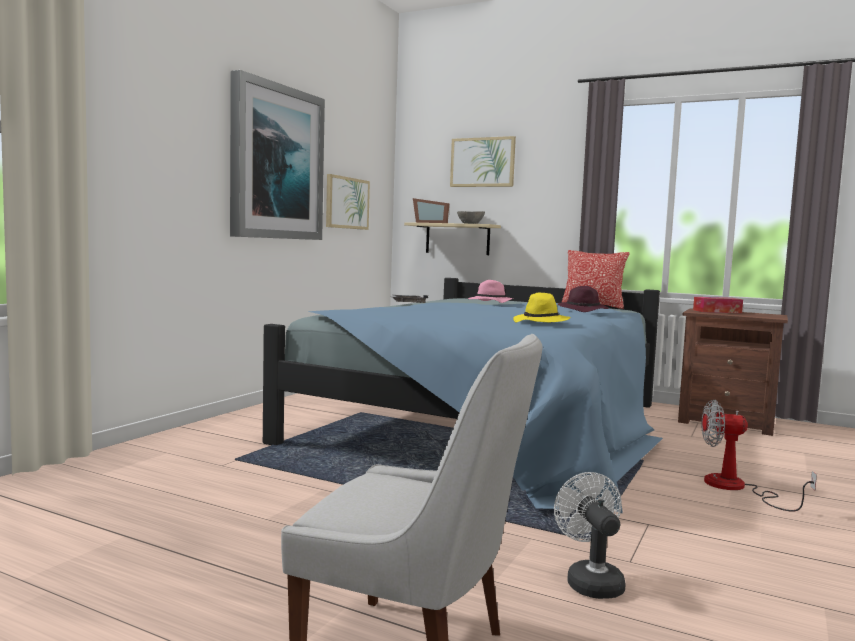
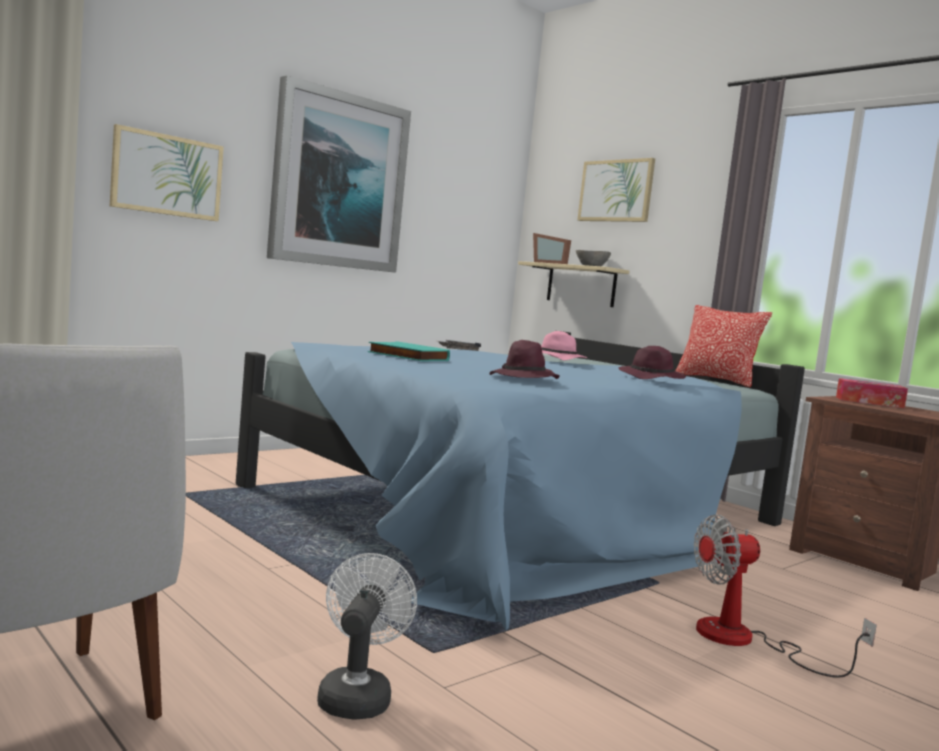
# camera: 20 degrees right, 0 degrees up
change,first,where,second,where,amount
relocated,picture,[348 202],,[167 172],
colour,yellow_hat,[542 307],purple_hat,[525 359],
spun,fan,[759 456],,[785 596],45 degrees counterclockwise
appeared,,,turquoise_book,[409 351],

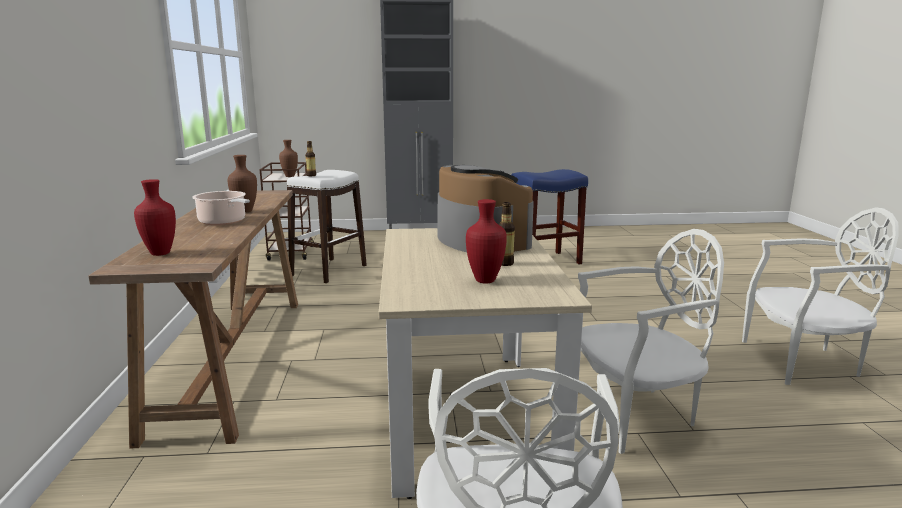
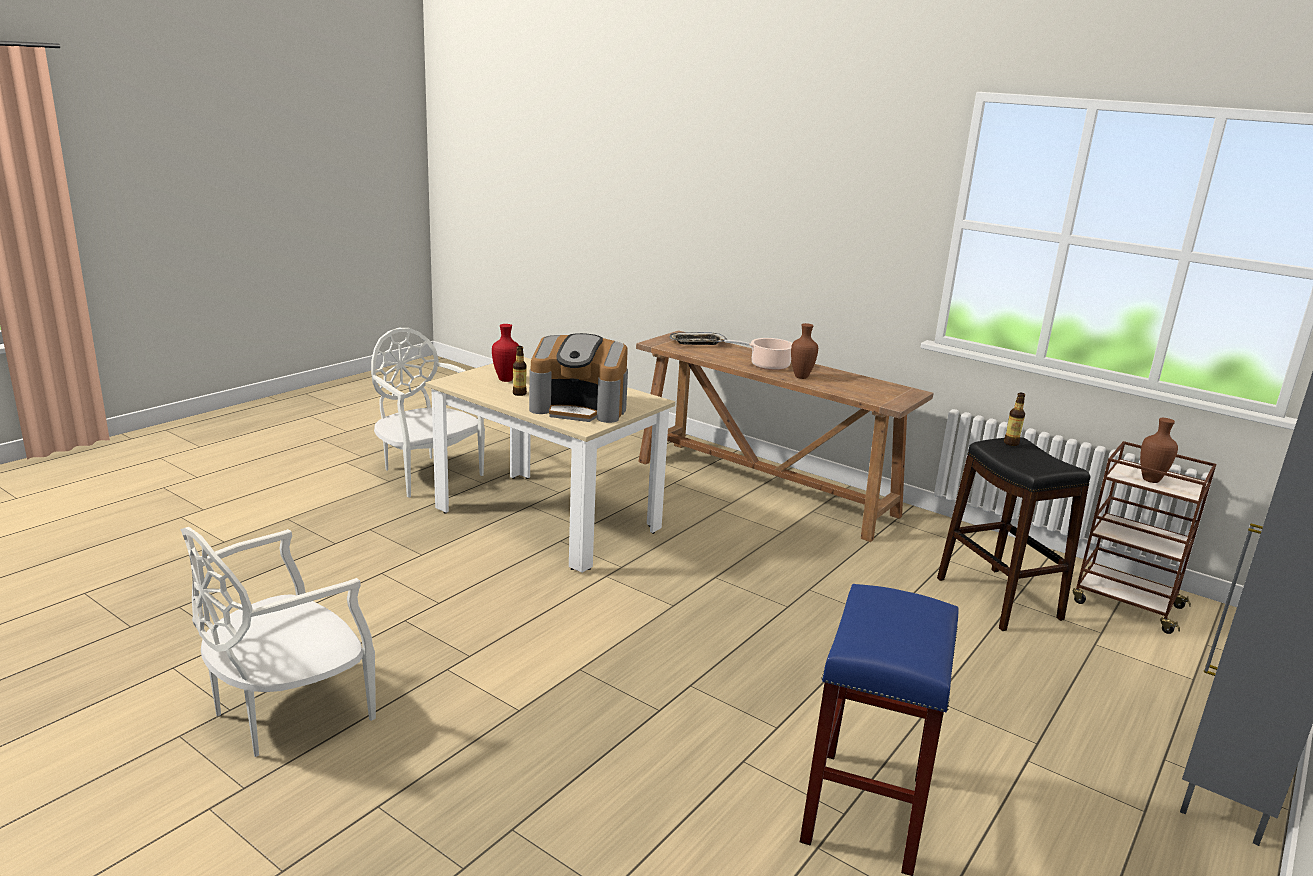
# camera: 130 degrees right, 5 degrees up
change,first,where,second,where,amount
exchanged,red_vase,[155 217],tray,[698 338],
colour,white_stool,[327 226],black_stool,[1013 534],
missing,white_chair,[651 341],,,

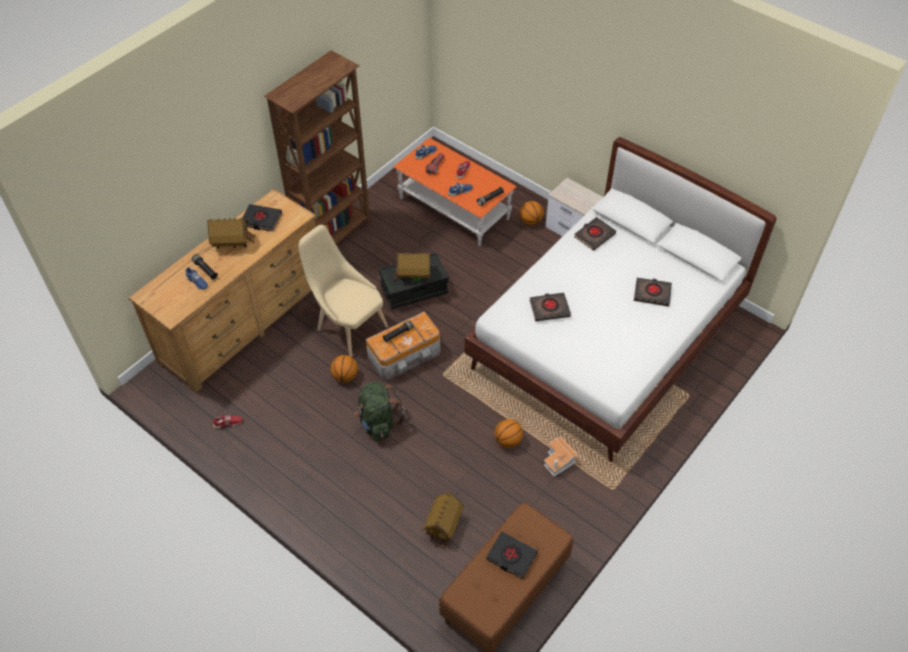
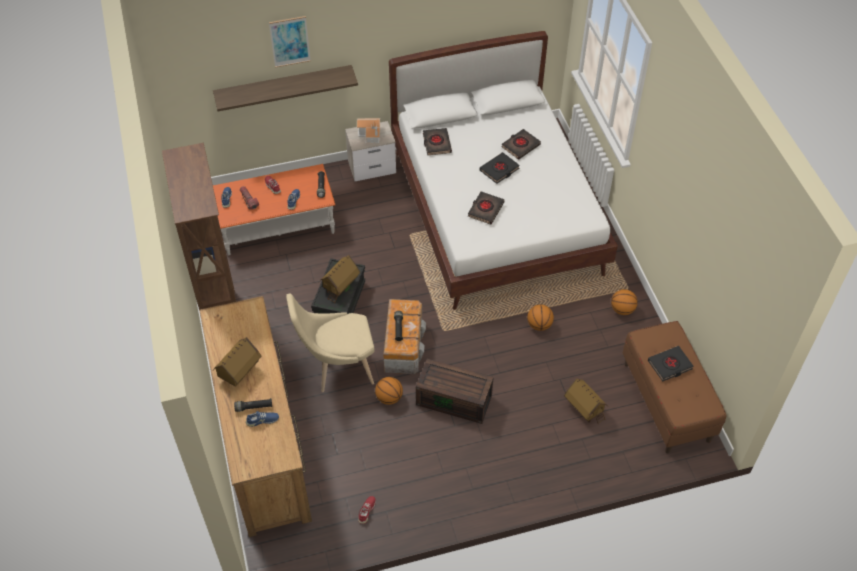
# camera: 55 degrees left, 0 degrees up
change,first,where,second,where,amount
relocated,black_book,[262 217],,[500 168],
exchanged,green_backpack,[379 411],brown_storage_box,[455 391],
relocated,basketball,[532 213],,[624 302],
relocated,toy_house,[561 456],,[368 131],
appeared,,,shelf,[285 88],
appeared,,,picture,[290 42],

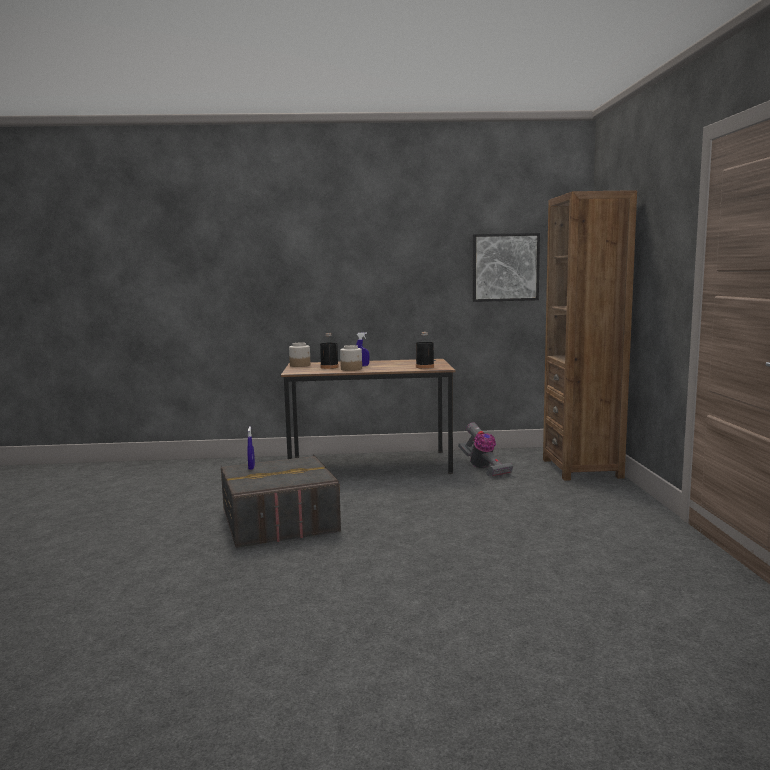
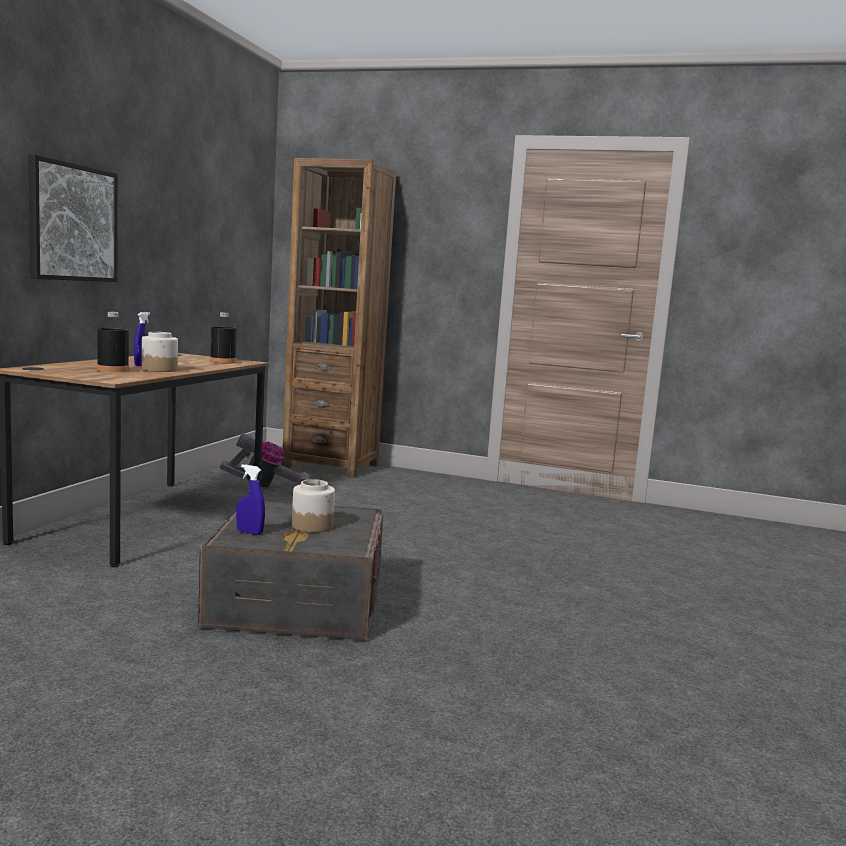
# camera: 70 degrees left, 0 degrees up
change,first,where,second,where,amount
relocated,jar,[300 355],,[313 506],
relocated,picture,[506 267],,[73 218],

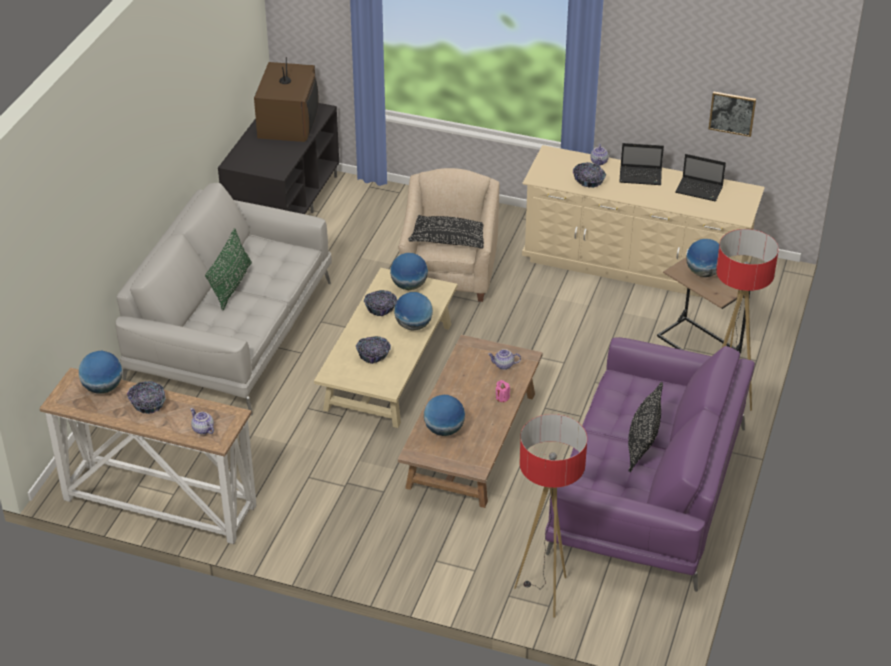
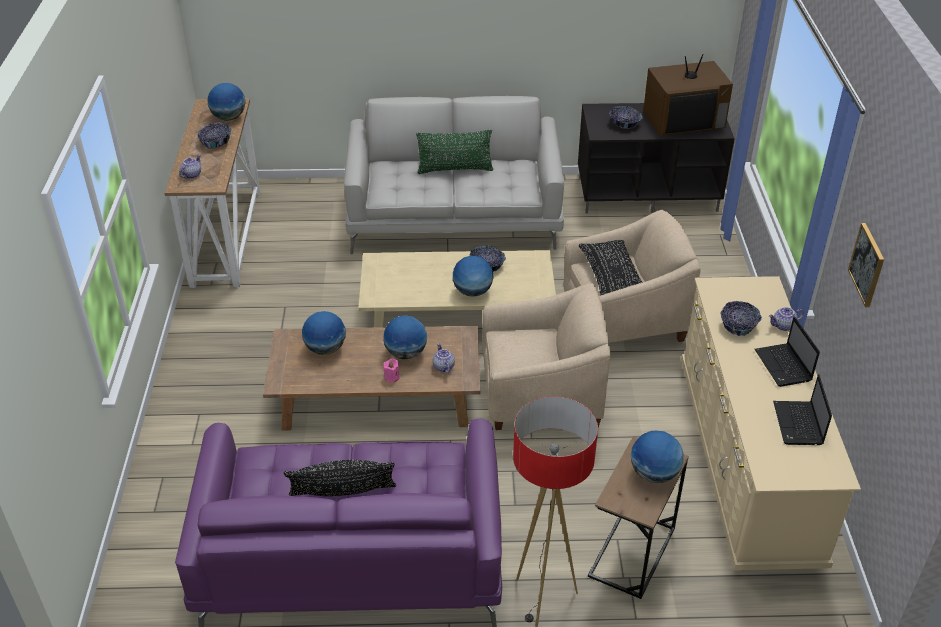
# camera: 70 degrees right, 0 degrees up
change,first,where,second,where,amount
relocated,bowl,[373 350],,[626 117],
relocated,globe,[409 271],,[405 337],
missing,floor_lamp,[550 516],,,
relocated,picture,[732 114],,[866 265],
appeared,,,beige_armchair,[546 356],

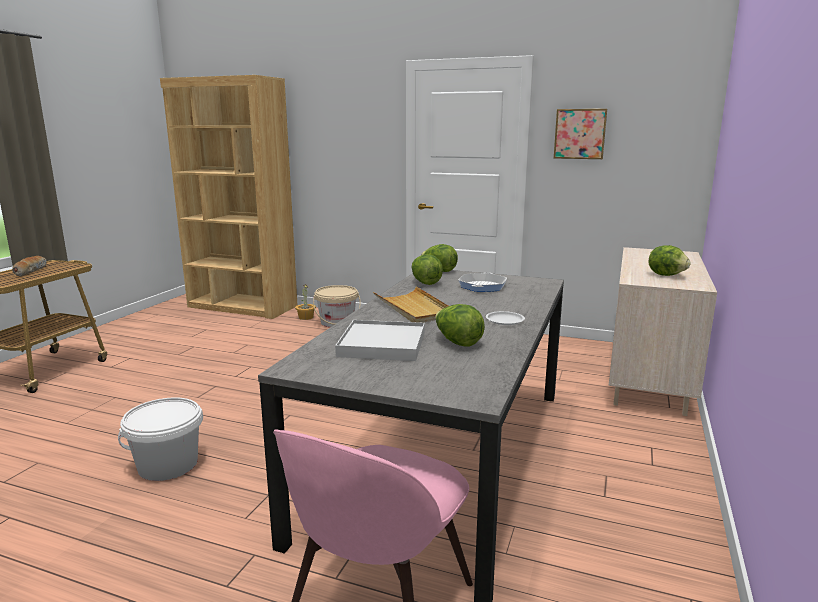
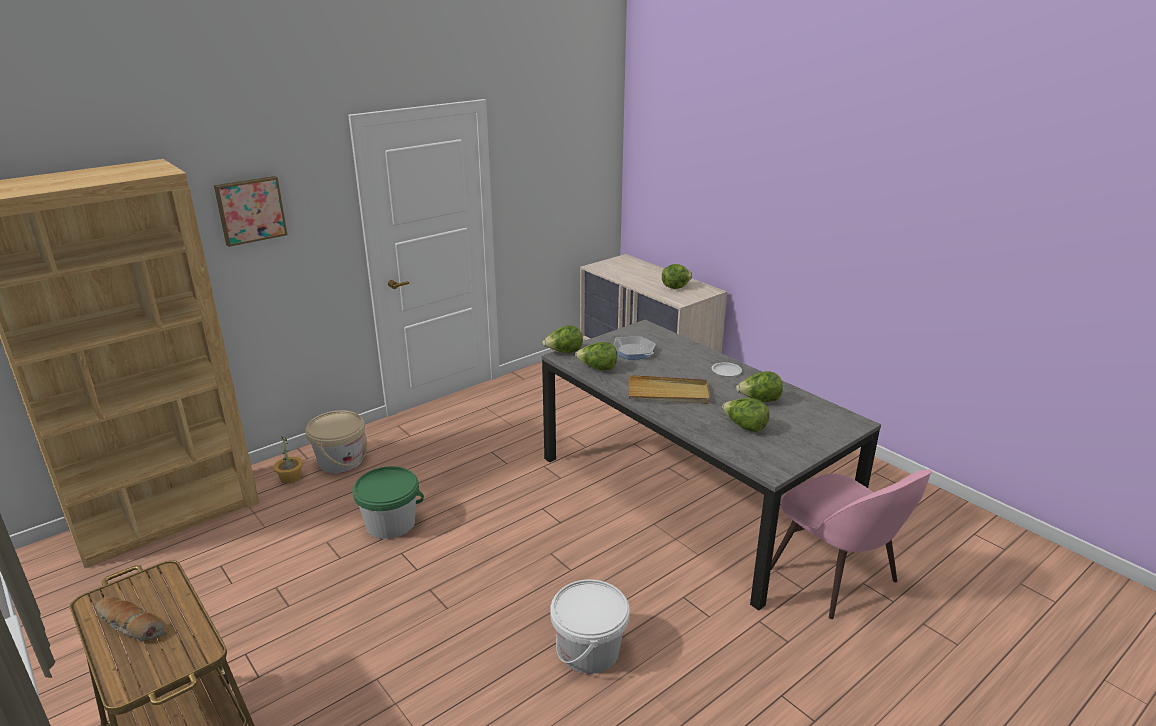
# camera: 60 degrees left, 10 degrees up
change,first,where,second,where,amount
exchanged,white_tray,[380 340],lettuce,[745 415],
relocated,picture,[580 134],,[250 211],
appeared,,,green_bucket,[388 502],

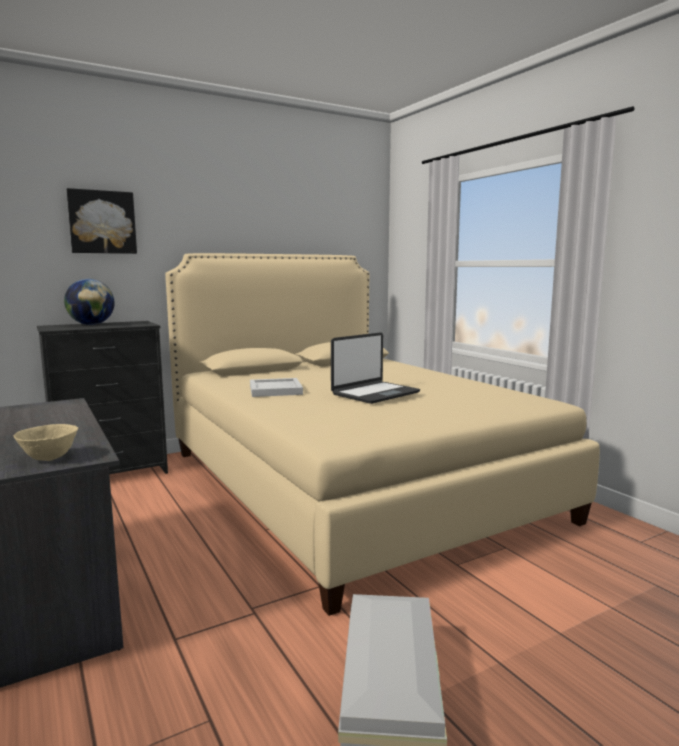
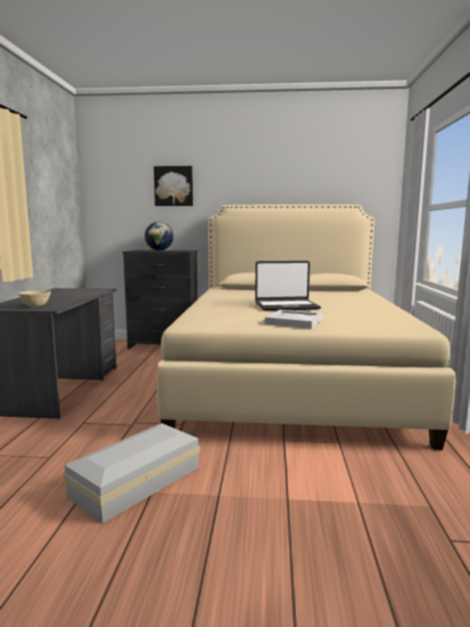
# camera: 35 degrees right, 0 degrees up
change,first,where,second,where,amount
relocated,white_tray,[276 387],,[294 319],

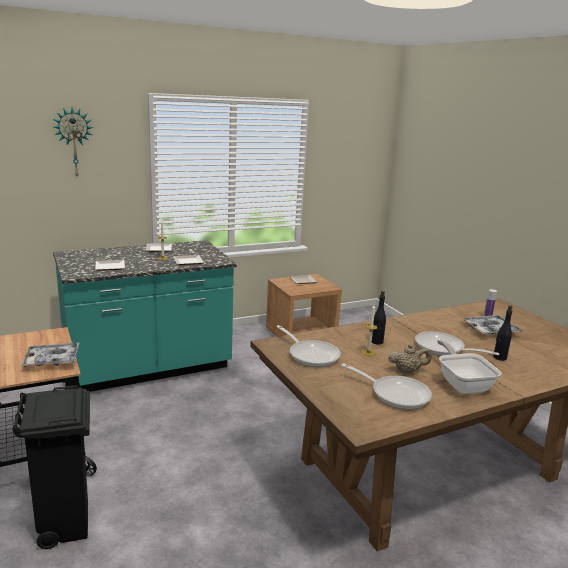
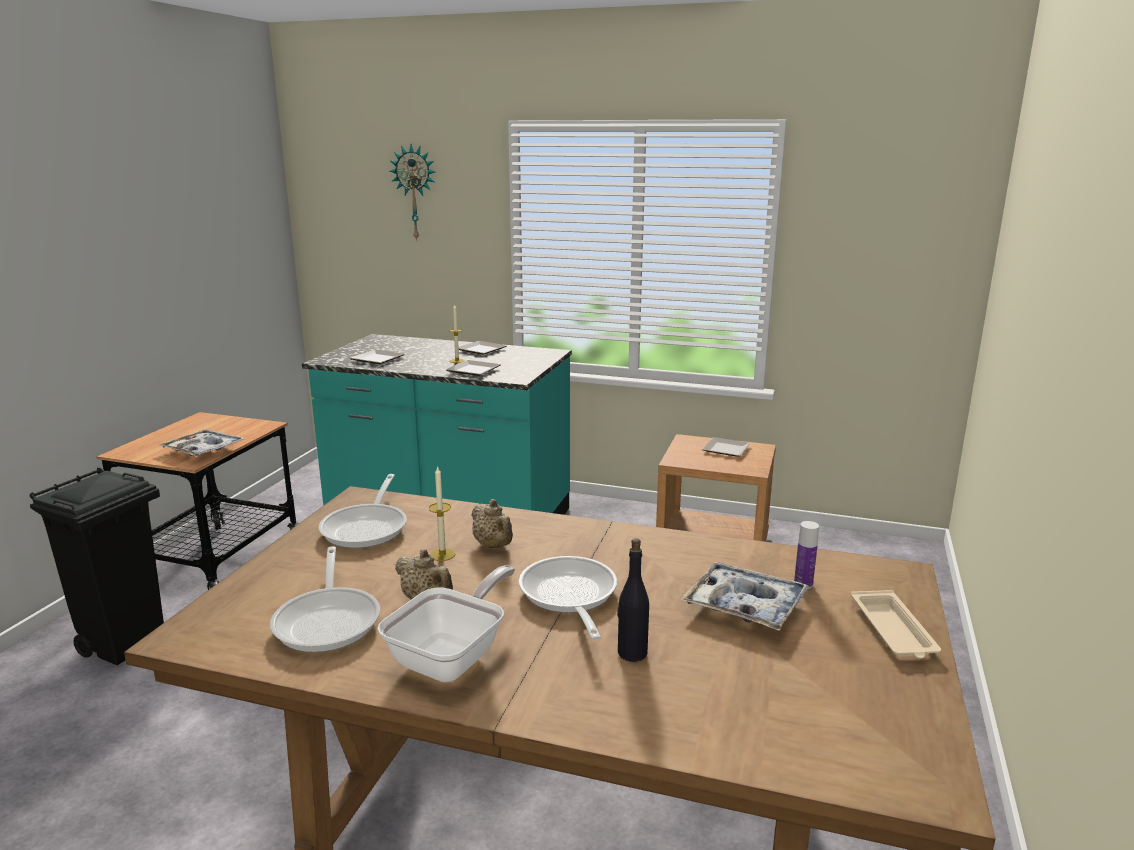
# camera: 45 degrees right, 0 degrees up
change,first,where,second,where,amount
exchanged,black_bottle,[379 317],beige_teapot,[492 523],
appeared,,,beige_tray,[896 624],

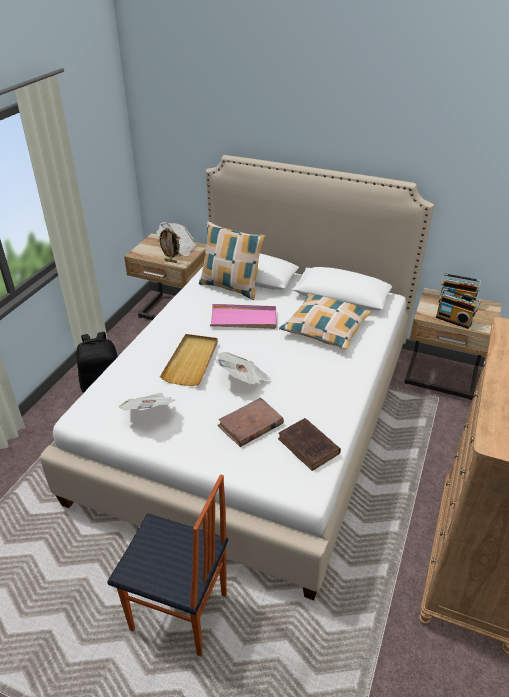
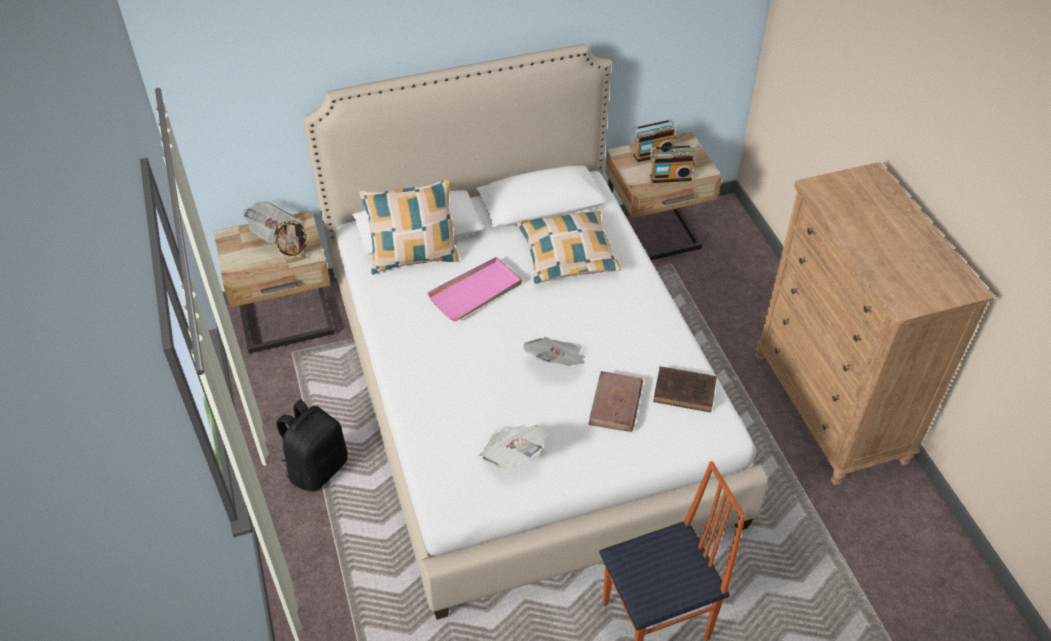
# camera: 40 degrees left, 10 degrees up
change,first,where,second,where,amount
missing,beige_tray,[189 360],,,

